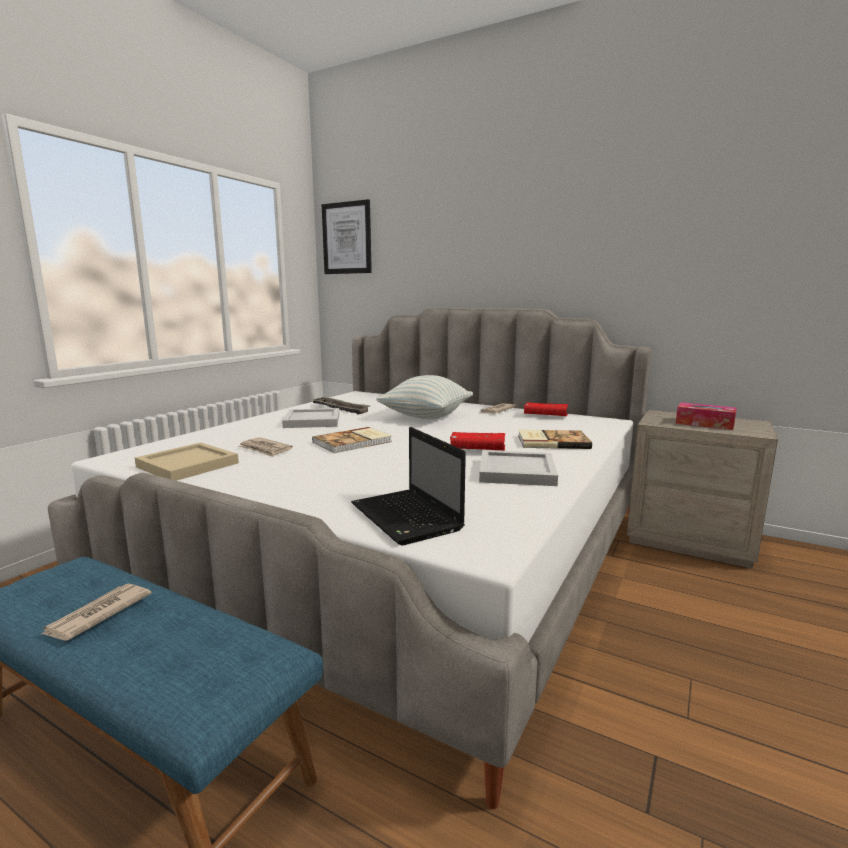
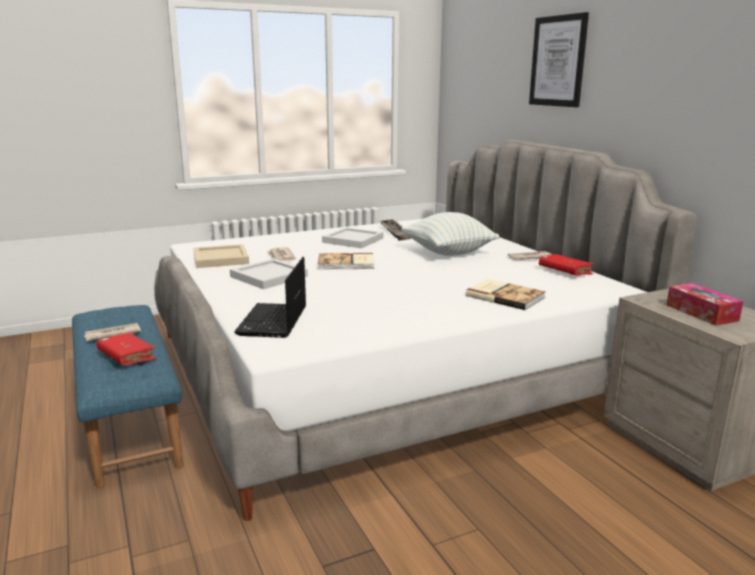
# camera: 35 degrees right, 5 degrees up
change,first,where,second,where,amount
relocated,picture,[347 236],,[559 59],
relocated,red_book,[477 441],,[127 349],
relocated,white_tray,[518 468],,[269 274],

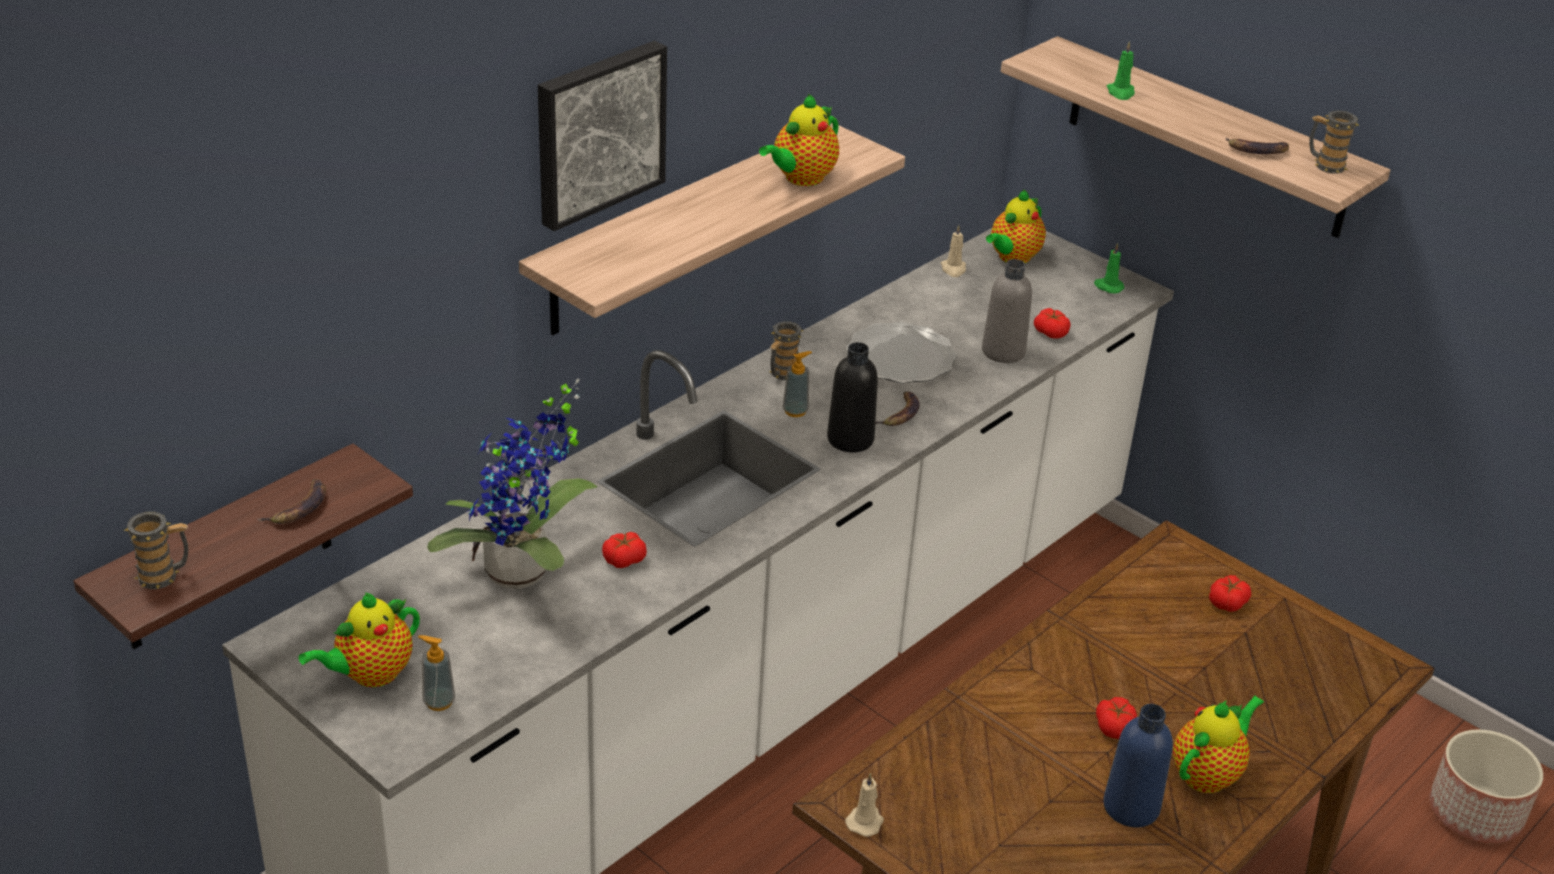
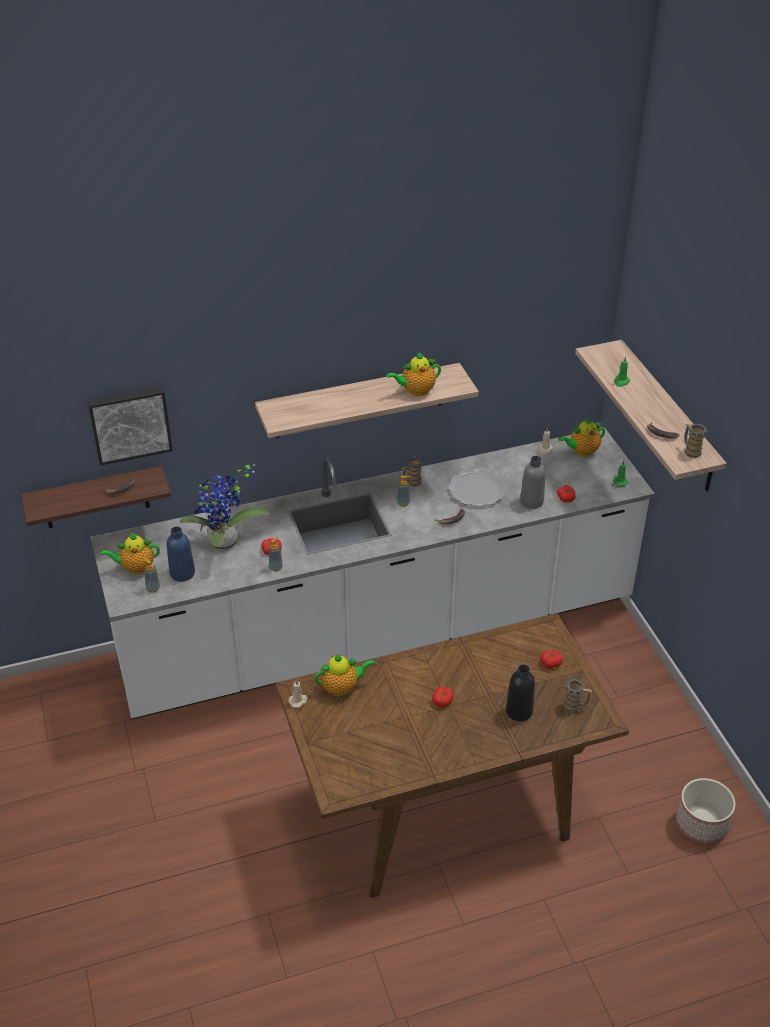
# camera: 30 degrees right, 5 degrees up
change,first,where,second,where,amount
relocated,mug,[156 550],,[578 696],
relocated,picture,[602 136],,[130 426],
relocated,black_bottle,[852 397],,[520 692],
relocated,blue_bottle,[1138 765],,[181 554],
relocated,teapot,[1218 744],,[344 675],
appeared,,,soap_dispenser,[276 553],

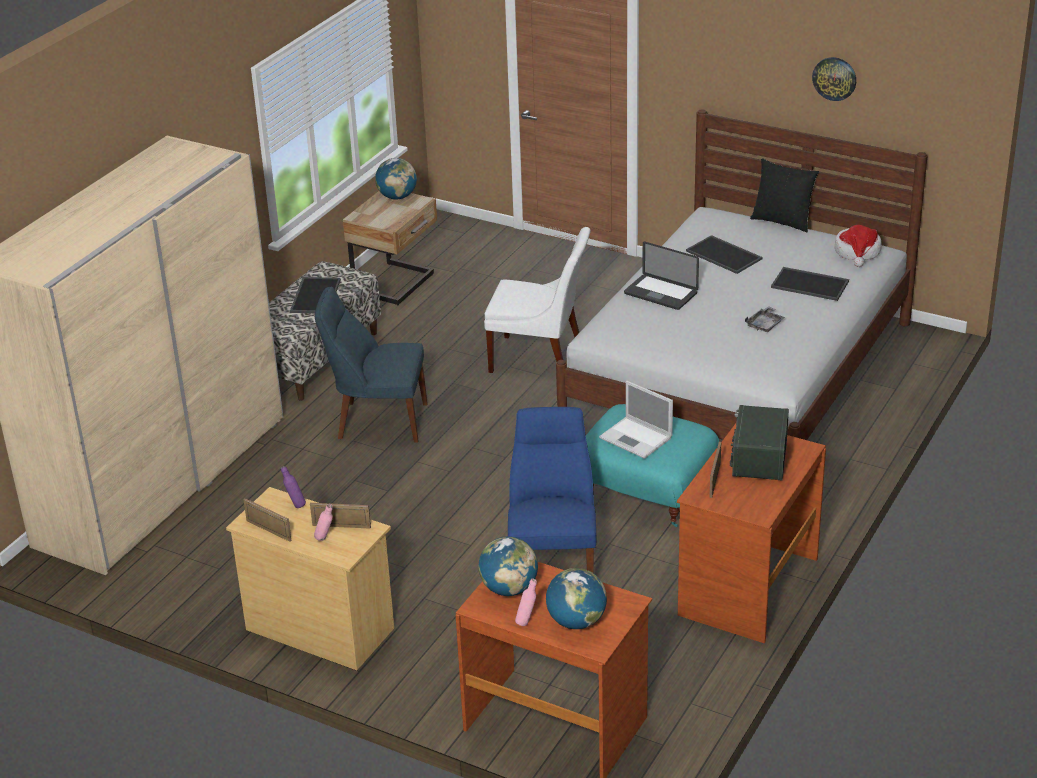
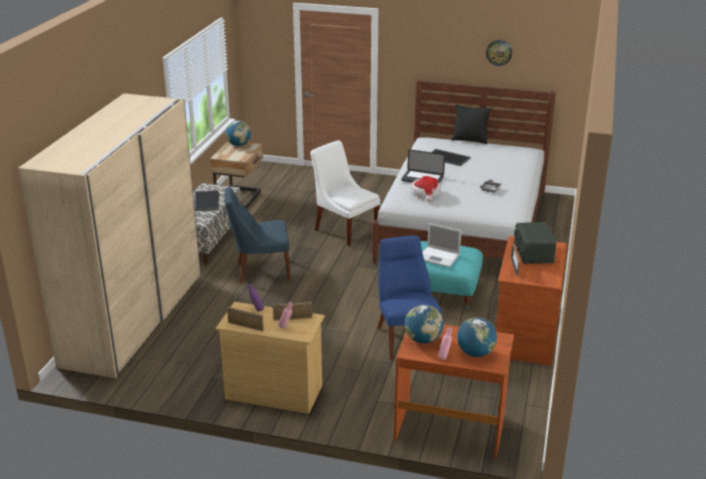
# camera: 15 degrees left, 5 degrees down
change,first,where,second,where,amount
spun,white_chair,[537 300],,[345 193],135 degrees counterclockwise
missing,tray,[810 284],,,
relocated,hat,[858 246],,[426 189],

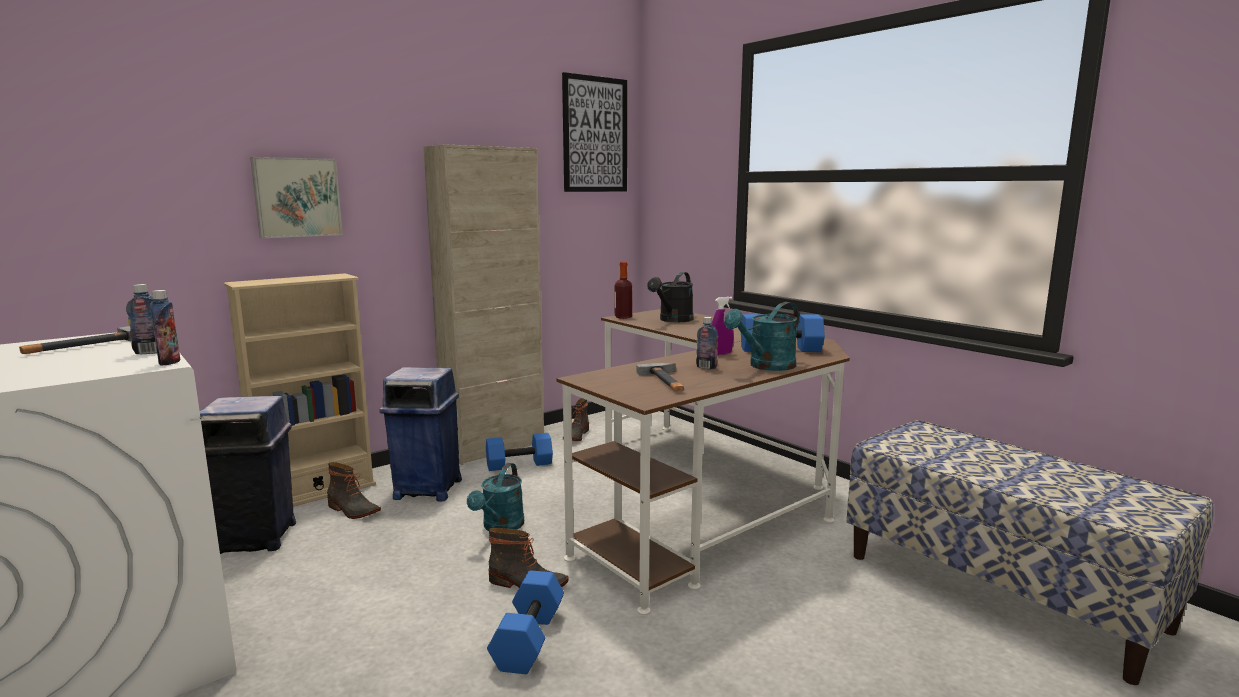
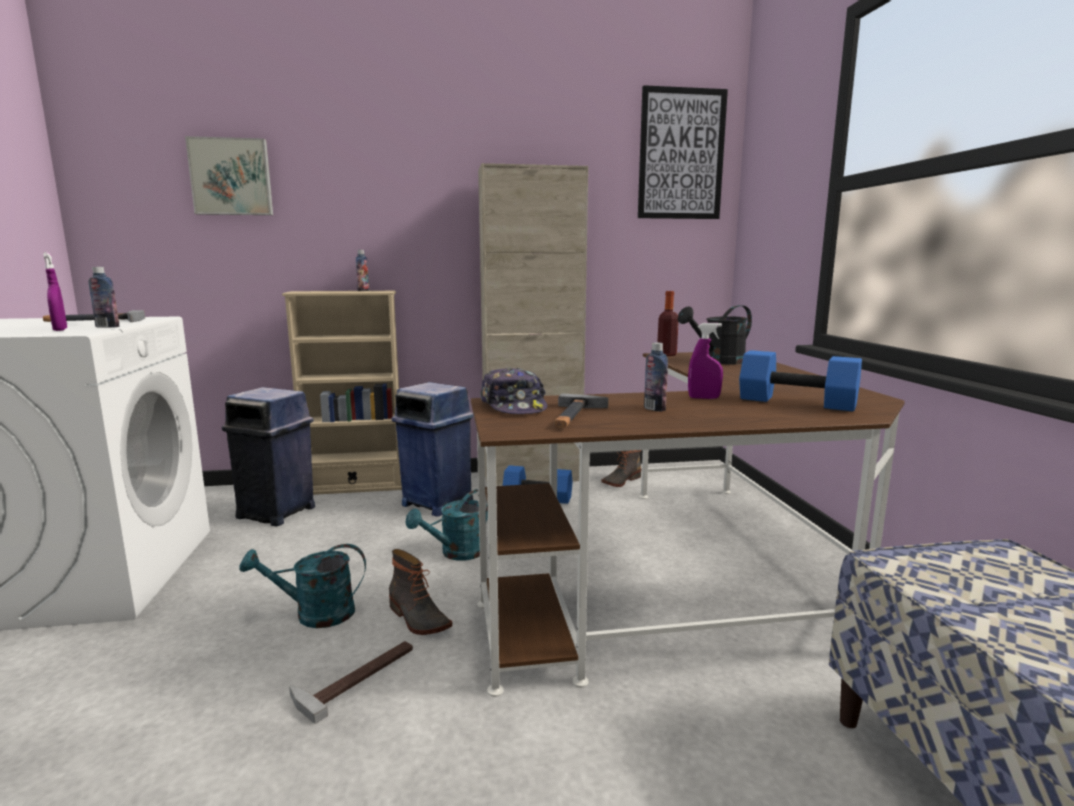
# camera: 30 degrees right, 0 degrees up
change,first,where,second,where,amount
relocated,bottle,[165 328],,[362 270],
relocated,picture,[296 197],,[229 175],
missing,boot,[354 490],,,
exchanged,blue_dumbbell,[525 622],hammer,[351 682],
relocated,turquoise_watering_can,[761 336],,[302 586],
appeared,,,purple_spray_bottle,[55 291],
appeared,,,cap,[514 390],

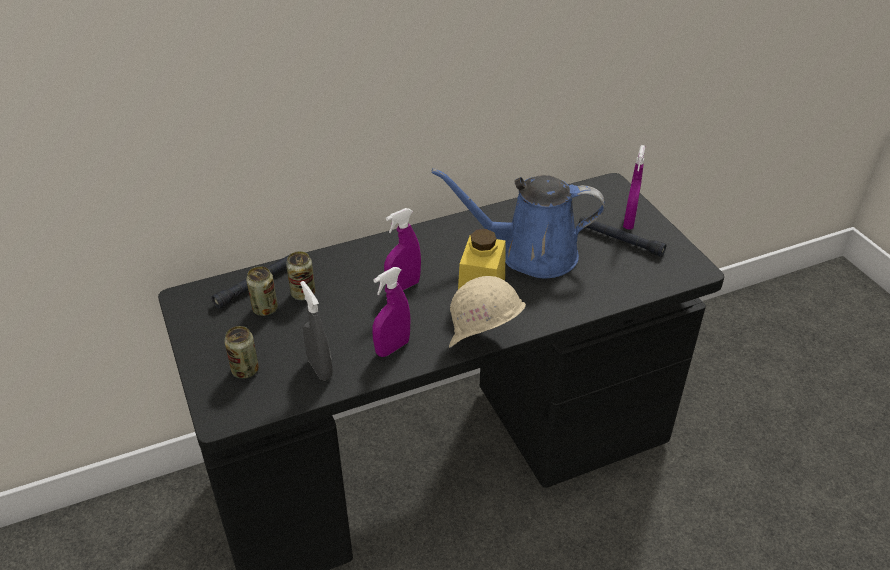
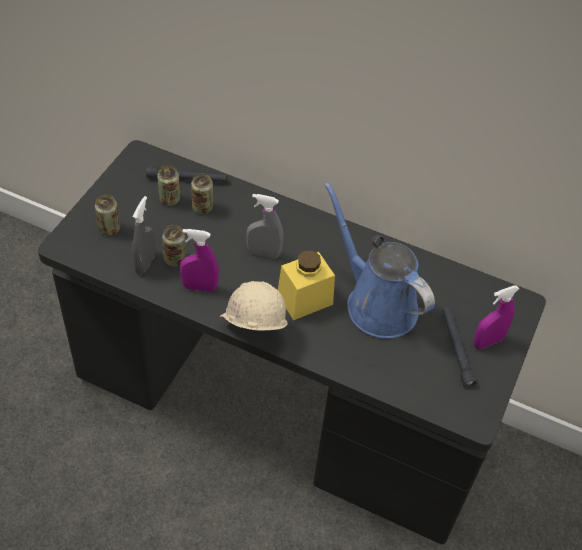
# camera: 45 degrees right, 10 degrees up
change,first,where,second,where,amount
colour,purple_spray_bottle,[402 249],grey_spray_bottle,[264 226],
appeared,,,can,[174 245],

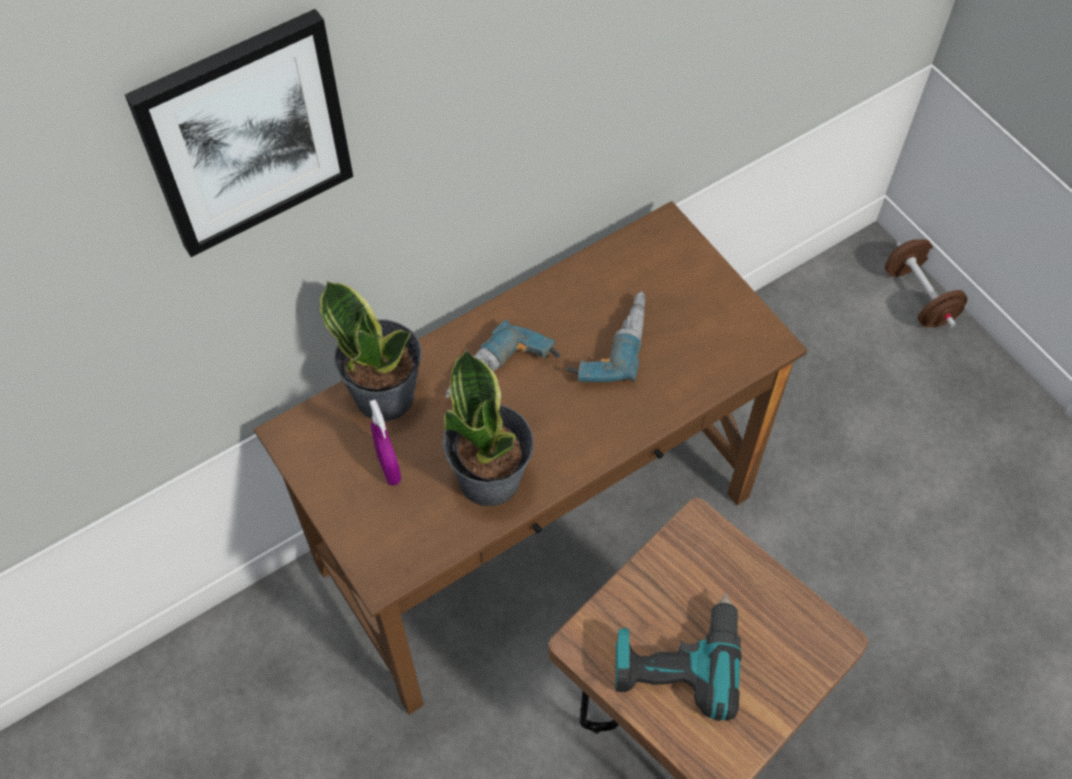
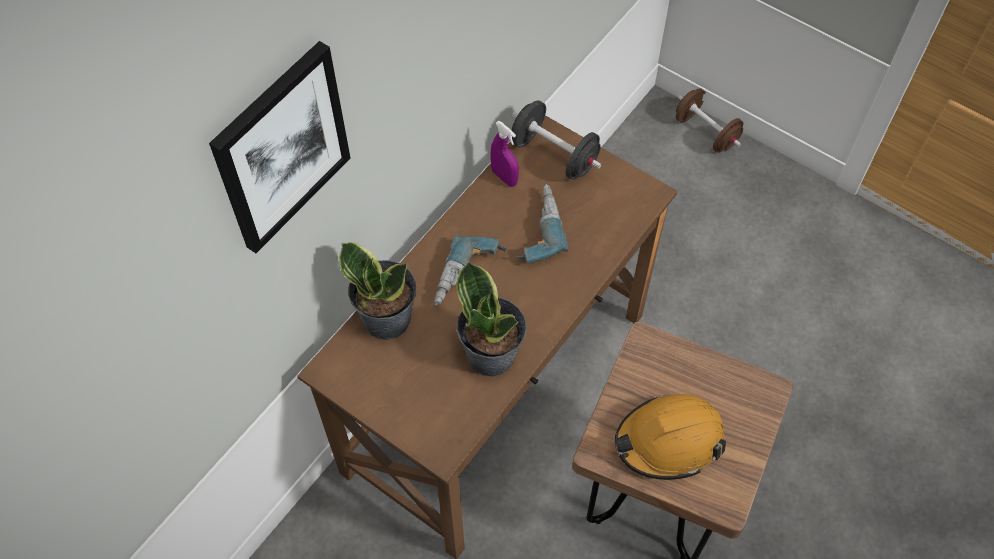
# camera: 20 degrees left, 0 degrees up
change,first,where,second,where,amount
relocated,purple_spray_bottle,[385 442],,[504 154],
exchanged,power_drill,[678 657],orange_hard_hat,[670 437],
appeared,,,black_dumbbell,[556 140],

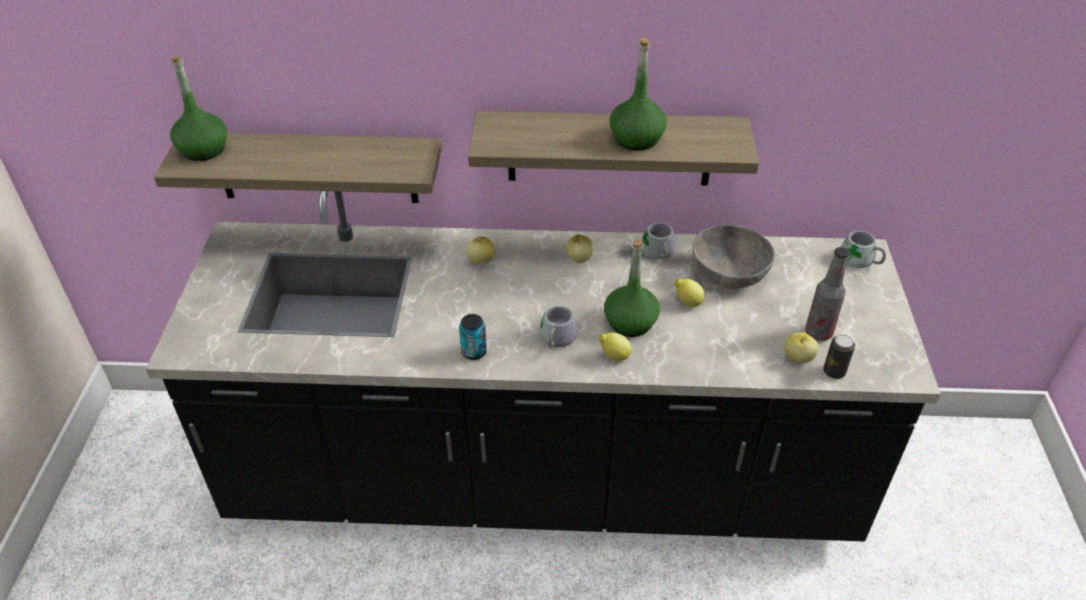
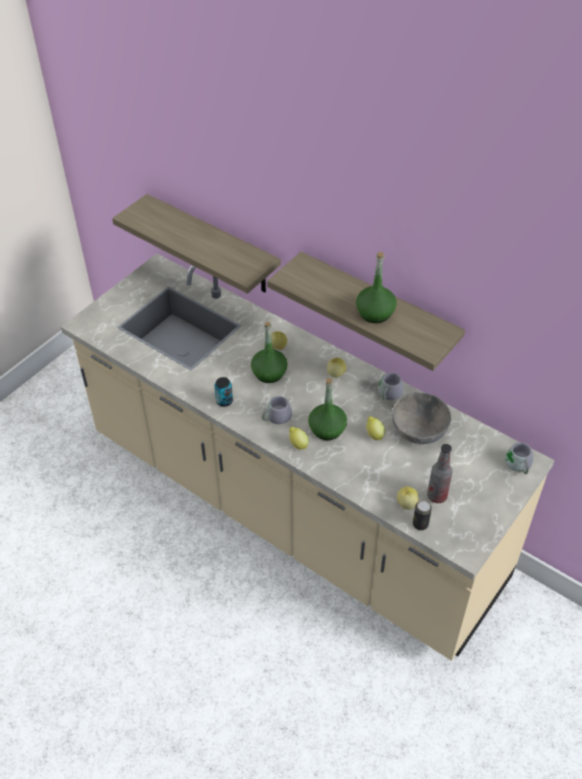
# camera: 35 degrees right, 5 degrees up
change,first,where,second,where,amount
colour,black_counter,[543 366],beige_counter,[308 457],
relocated,green_bottle,[198 108],,[269 352],

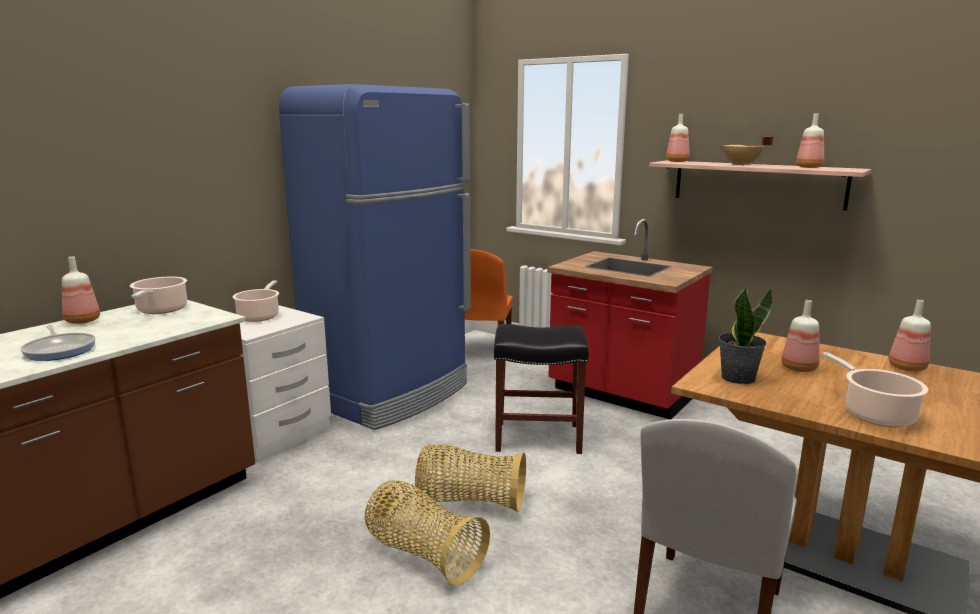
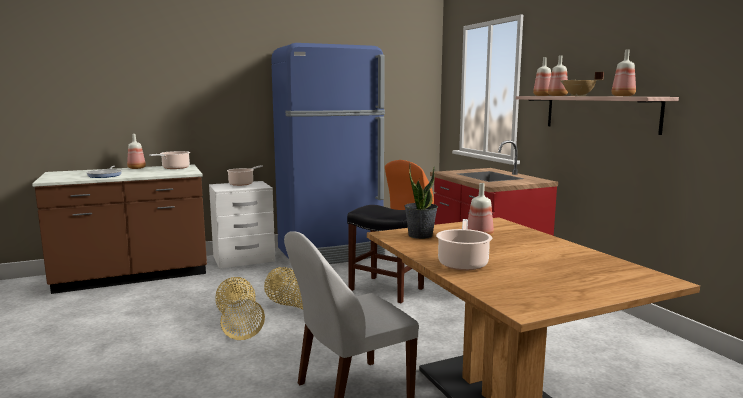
# camera: 30 degrees right, 5 degrees down
change,first,where,second,where,amount
relocated,bottle,[910 336],,[558 75],

